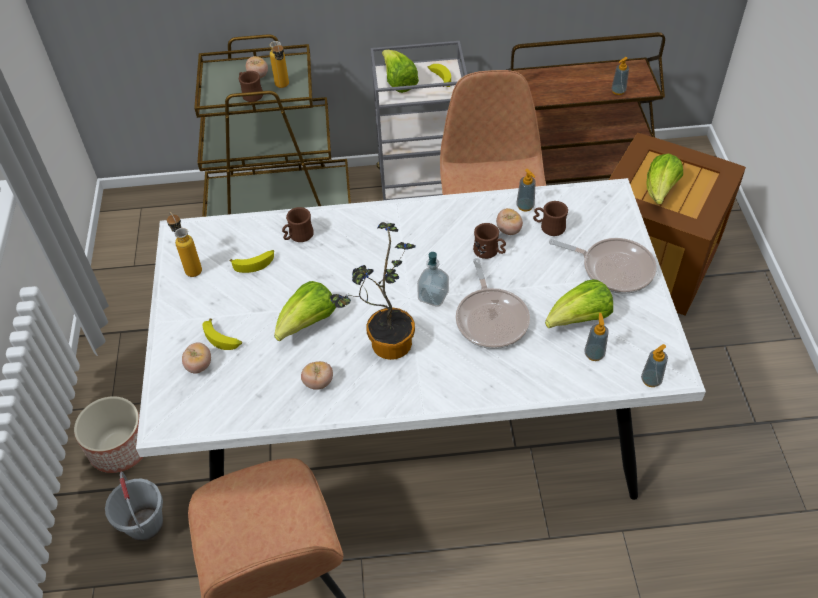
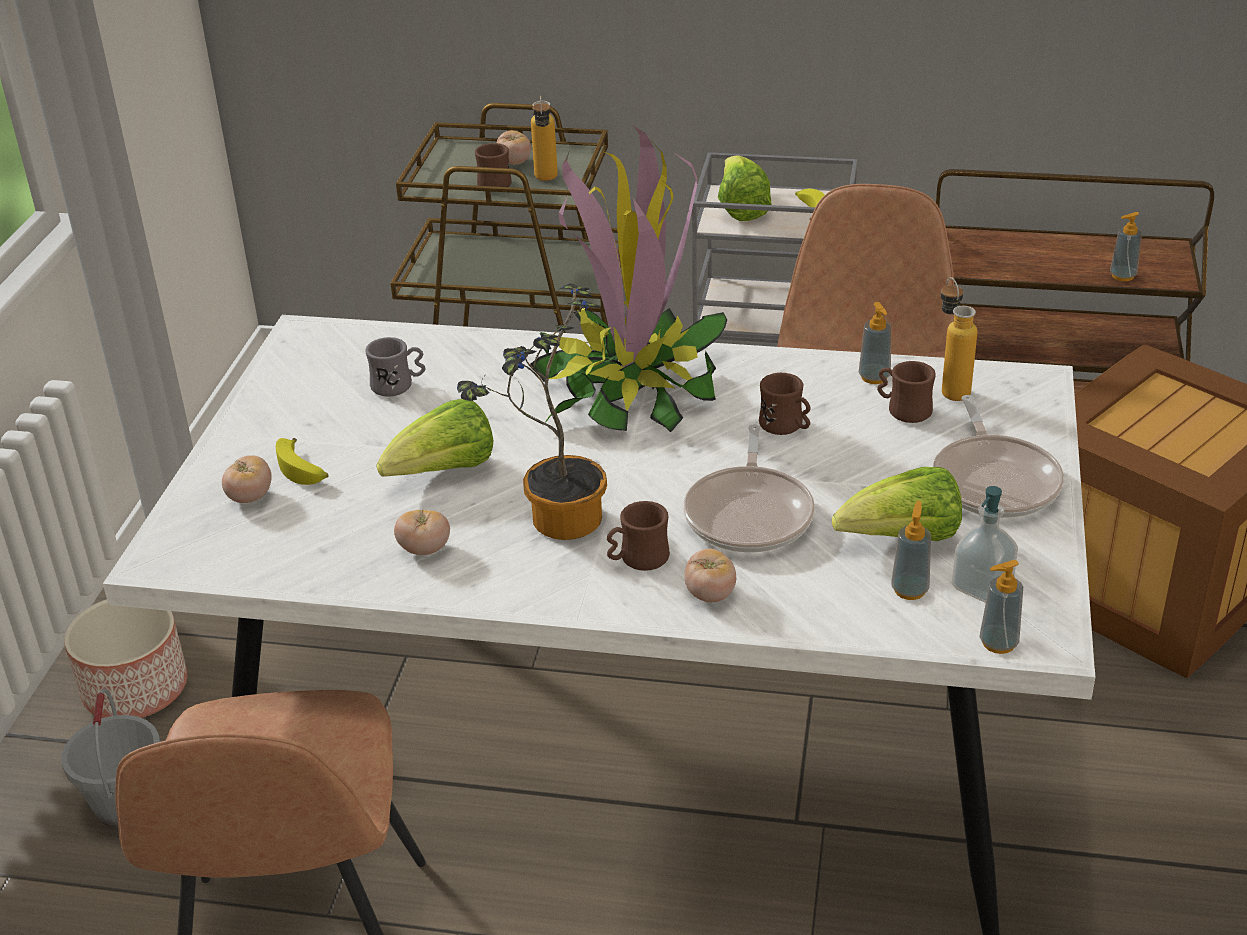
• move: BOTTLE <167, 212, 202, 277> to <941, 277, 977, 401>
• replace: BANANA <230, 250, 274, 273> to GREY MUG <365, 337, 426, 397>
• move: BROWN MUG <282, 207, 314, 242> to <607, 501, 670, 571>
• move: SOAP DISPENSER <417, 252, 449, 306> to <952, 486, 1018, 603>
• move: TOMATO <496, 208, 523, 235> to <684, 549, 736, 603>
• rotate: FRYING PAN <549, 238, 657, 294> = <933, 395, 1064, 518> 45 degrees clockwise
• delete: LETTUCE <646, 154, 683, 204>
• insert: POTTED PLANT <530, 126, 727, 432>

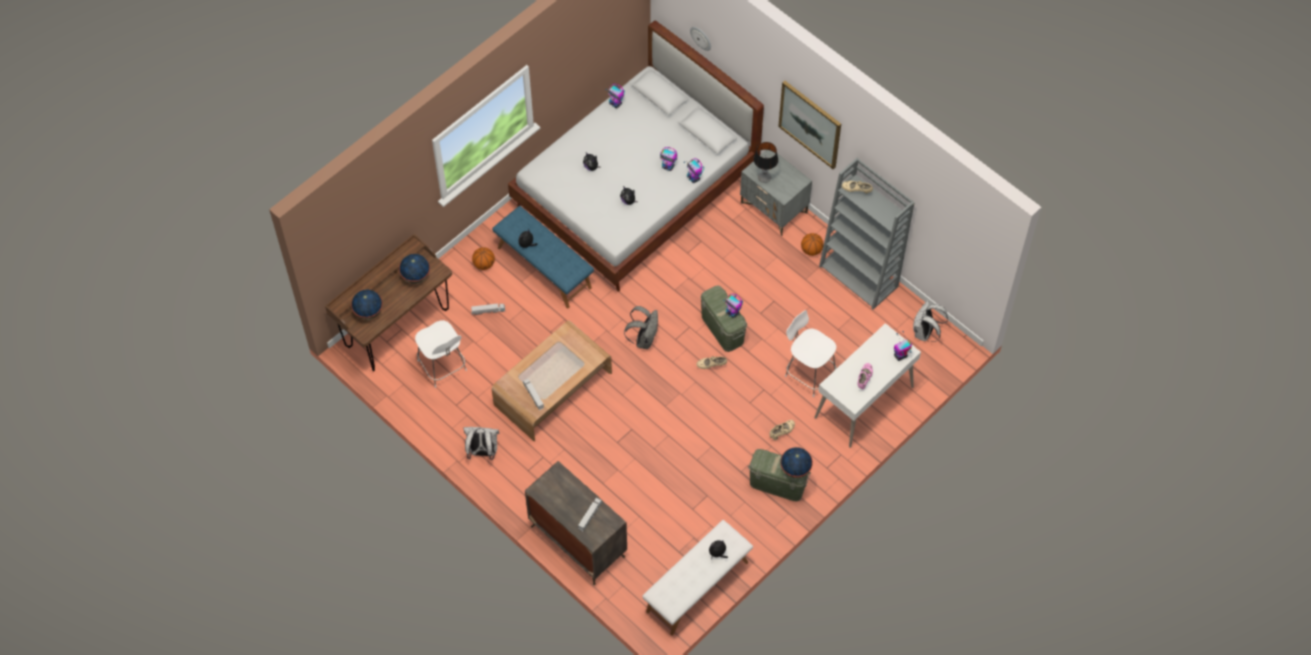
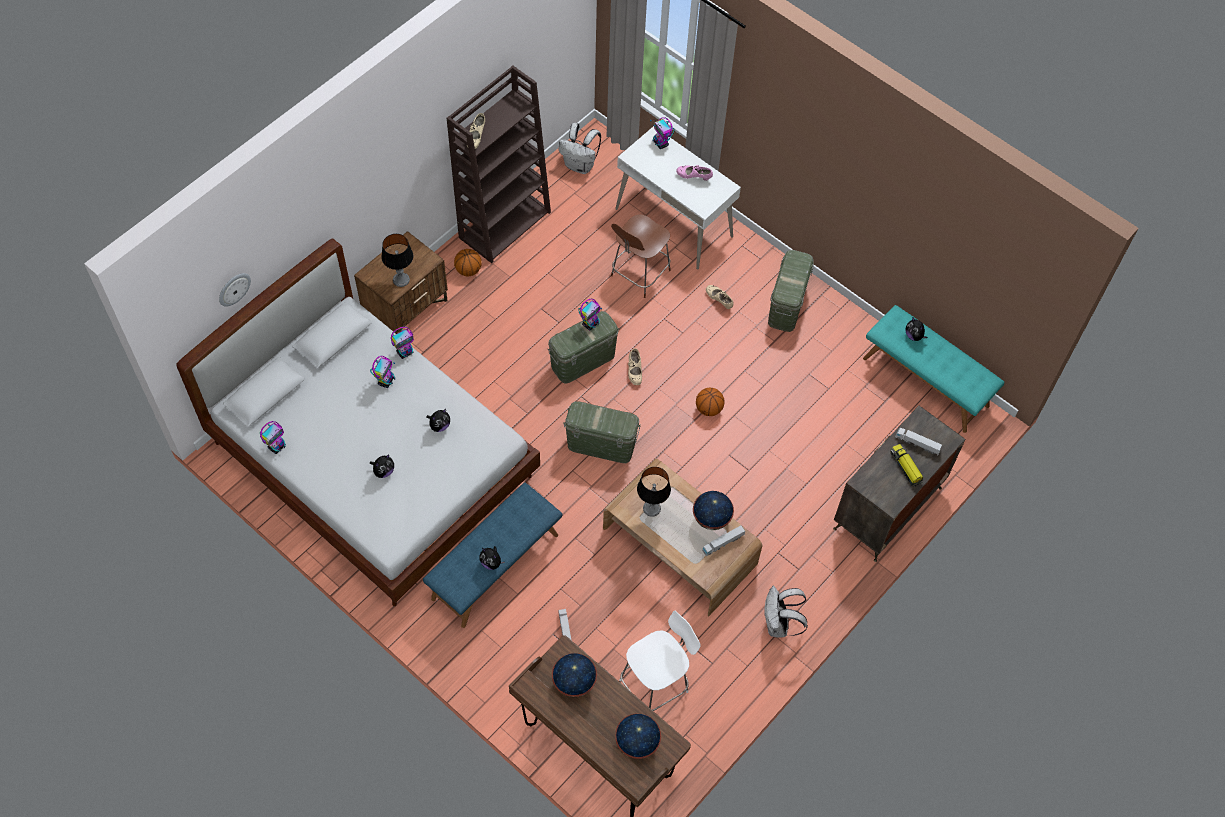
• move: BASKETBALL <472, 247, 495, 270> to <696, 388, 725, 416>
• replace: GREY BACKPACK <624, 306, 658, 349> to GREEN STORAGE BOX <563, 401, 641, 463>
• recolor: WHITE BENCH <642, 520, 753, 635> to TURQUOISE BENCH <863, 305, 1004, 433>
• recolor: GREY NIGHTSTAND <740, 150, 812, 236> to BROWN NIGHTSTAND <354, 231, 448, 334>
• delete: PICTURE <778, 81, 841, 169>
• move: GLOBE <780, 447, 813, 478> to <693, 491, 734, 530>
• recolor: WHITE CHAIR <785, 310, 837, 397> to BROWN CHAIR <611, 214, 671, 298>
• recolor: GREY BOOKCASE <819, 158, 915, 310> to BROWN BOOKCASE <447, 65, 551, 263>
• insert: TABLE LAMP <637, 467, 671, 517>
• insert: TOY TRUCK <890, 444, 923, 486>

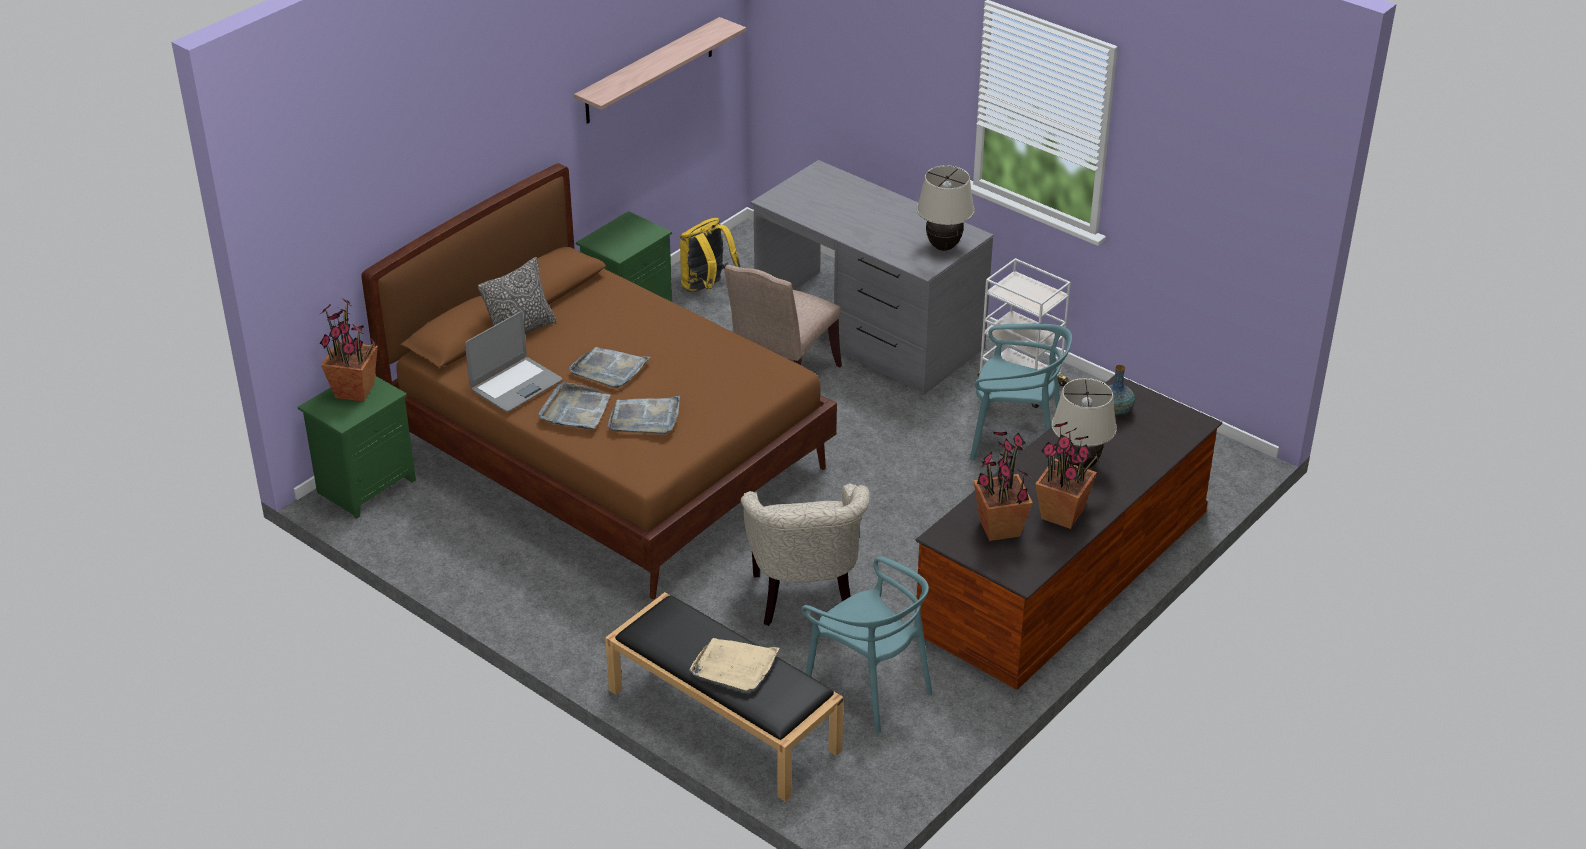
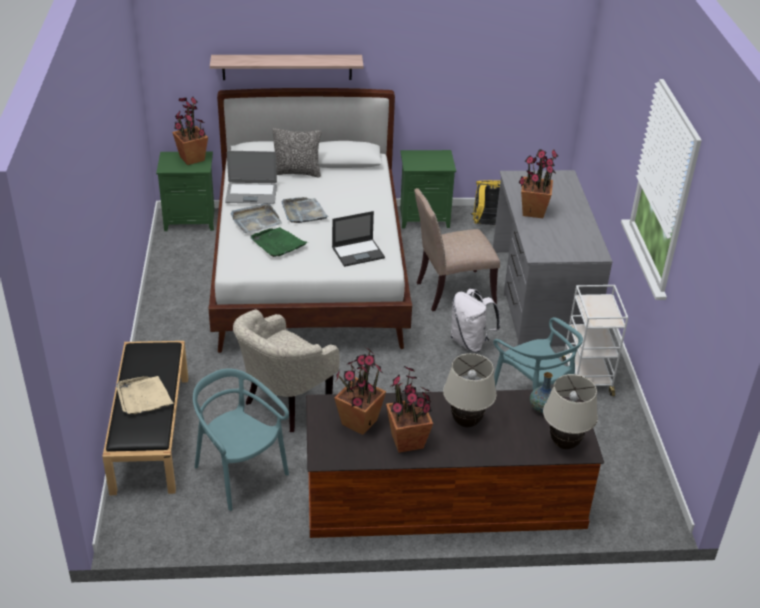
• recolor: BROWN BED <361, 163, 837, 599> to WHITE BED <209, 88, 412, 353>
• move: SHELF <574, 17, 746, 124> to <210, 55, 363, 80>
• recolor: GREY TRAY <608, 396, 680, 434> to GREEN TRAY <251, 227, 308, 257>
• rotate: TURQUOISE CHAIR <801, 557, 932, 733> = <193, 368, 289, 511> 135 degrees clockwise
• move: BEIGE TABLE LAMP <917, 165, 975, 251> to <543, 374, 598, 449>
• insert: LAPTOP <332, 211, 385, 267>
• insert: WHITE BACKPACK <451, 289, 500, 352>
• insert: POTTED PLANT <519, 149, 558, 218>

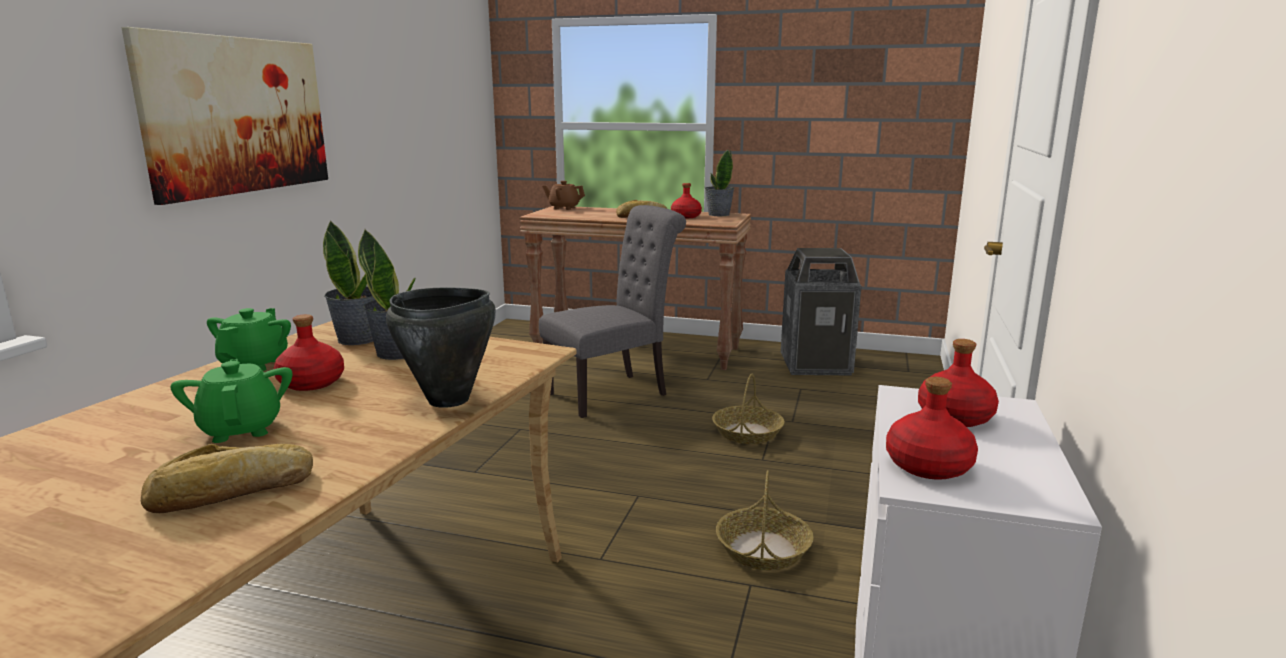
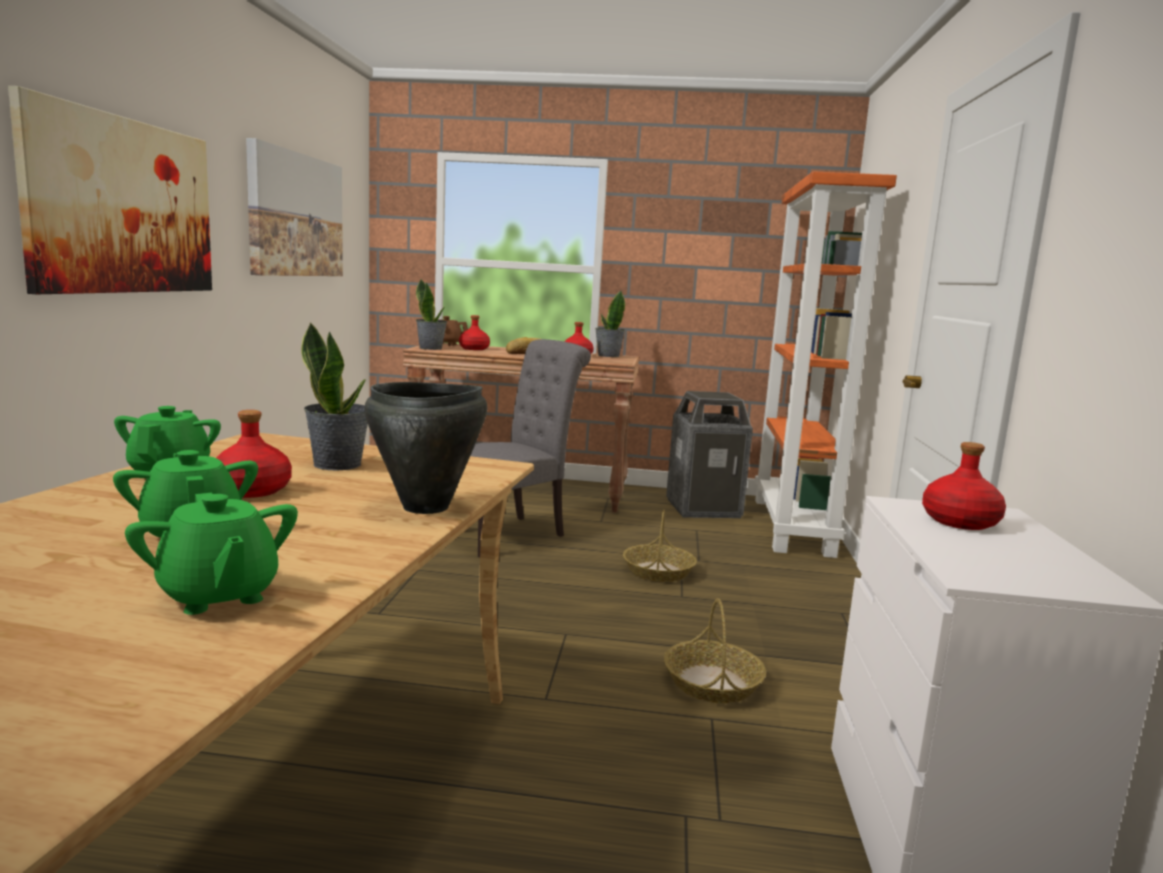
• replace: BREAD <141, 444, 313, 513> to GREEN TEAPOT <125, 493, 298, 615>
• move: POTTED PLANT <323, 220, 375, 345> to <416, 279, 447, 350>
• move: RED BOTTLE <886, 377, 978, 480> to <459, 315, 490, 350>
• insert: PICTURE <246, 138, 343, 276>
• insert: ORANGE BOOKCASE <755, 171, 897, 558>

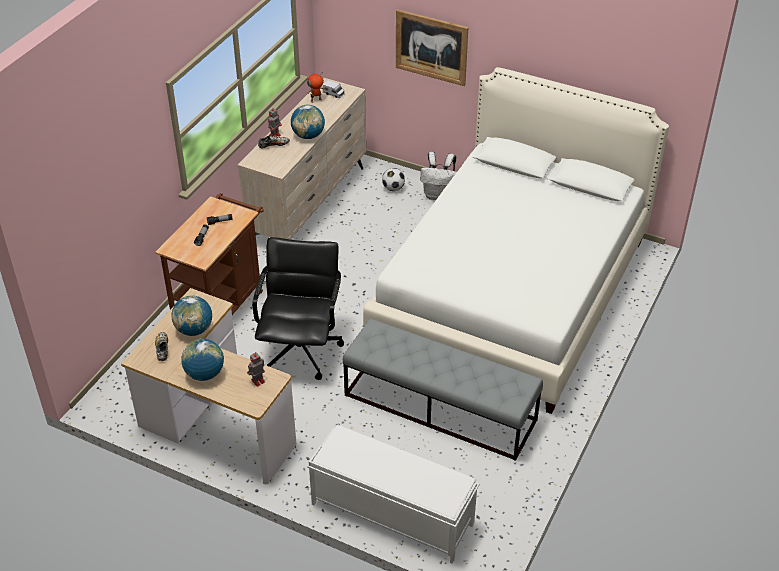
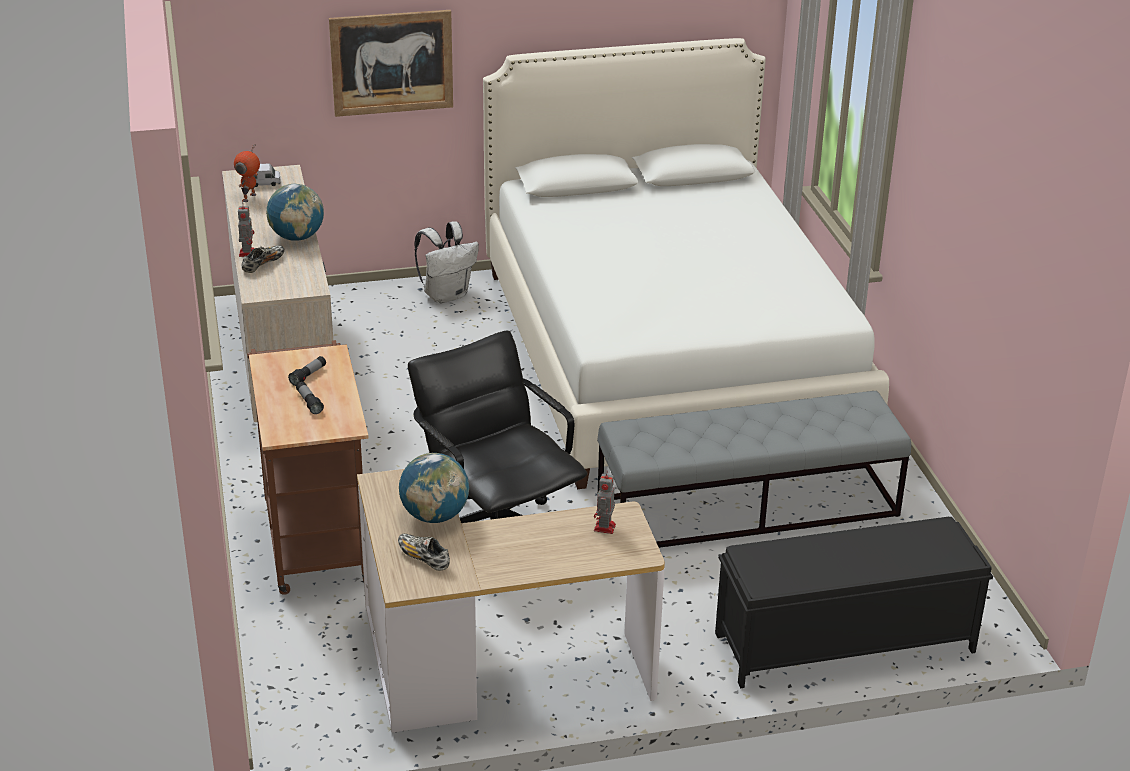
• delete: GLOBE <181, 339, 224, 381>
• recolor: WHITE BENCH <307, 425, 479, 564> to BLACK BENCH <715, 517, 993, 688>
• delete: FOOTBALL <382, 168, 405, 191>

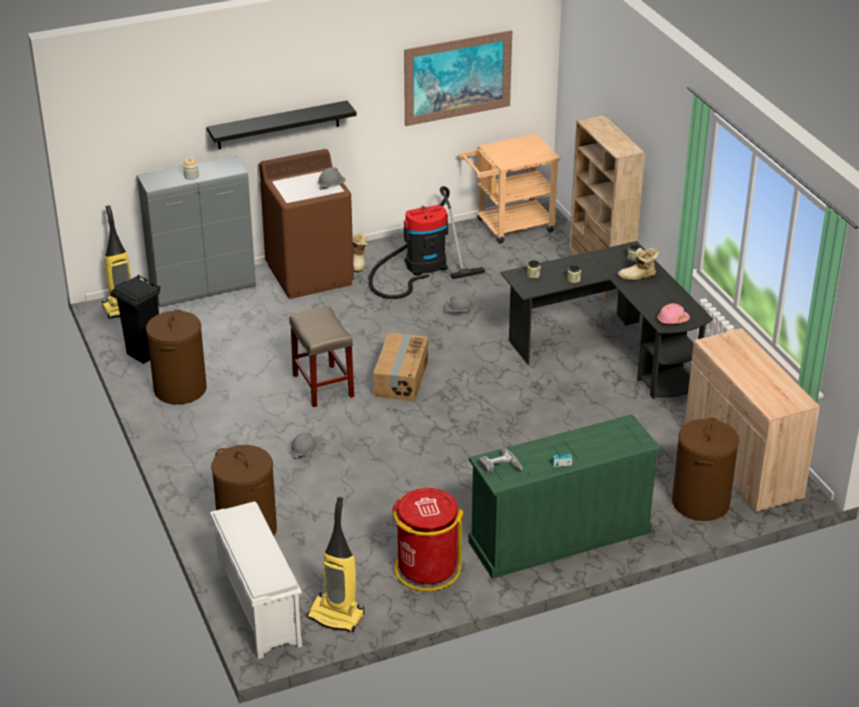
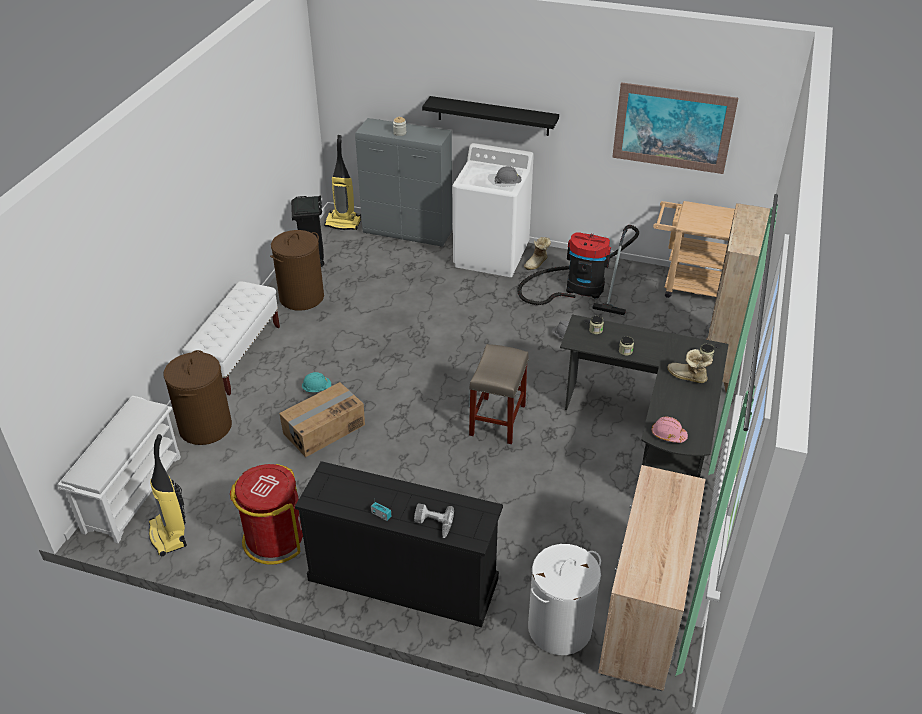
• recolor: BROWN WASHING MACHINE <259, 149, 354, 299> to WHITE WASHING MACHINE <453, 143, 534, 277>
• move: BEIGE STOOL <289, 306, 354, 407> to <469, 344, 529, 444>
• recolor: GREY HARD HAT <291, 432, 320, 459> to TURQUOISE HARD HAT <302, 372, 331, 392>
• move: CARDBOARD BOX <373, 333, 428, 401> to <279, 382, 365, 457>
• recolor: GREEN DRESSER <469, 414, 661, 579> to BLACK DRESSER <295, 461, 503, 628>
• move: POWER DRILL <478, 448, 523, 473> to <414, 504, 454, 538>
• recolor: BROWN LAUNDRY BASKET <672, 418, 739, 521> to WHITE LAUNDRY BASKET <528, 544, 601, 655>
• insert: WHITE BENCH <182, 281, 280, 395>

